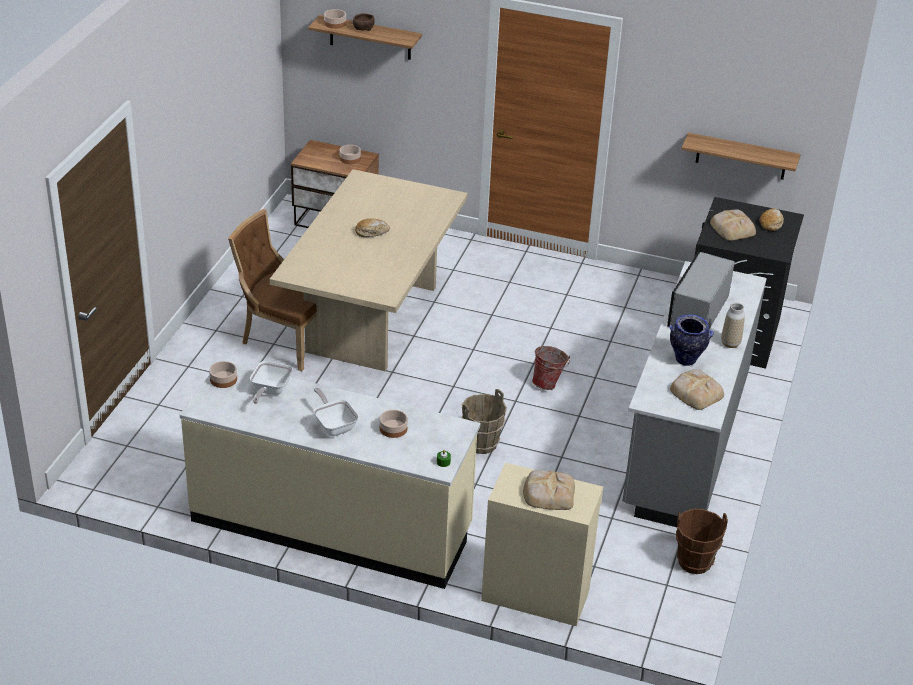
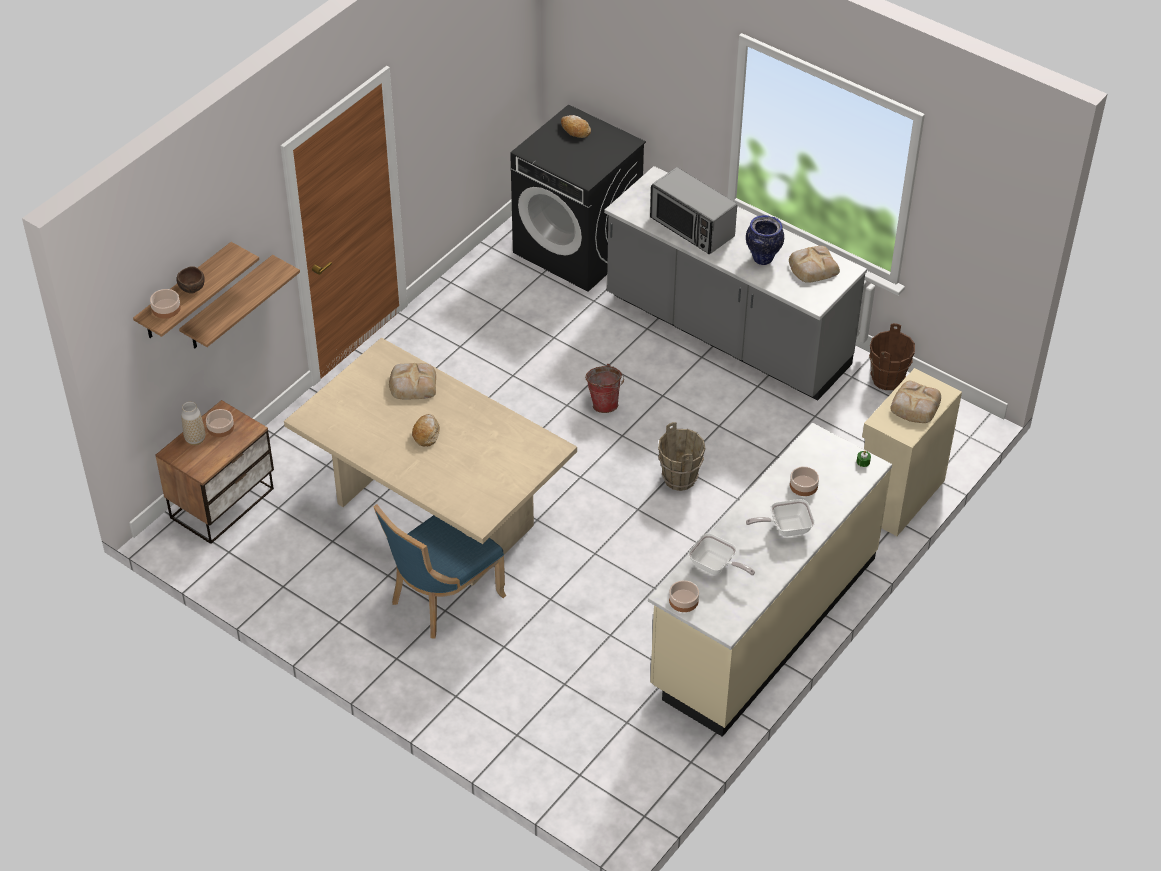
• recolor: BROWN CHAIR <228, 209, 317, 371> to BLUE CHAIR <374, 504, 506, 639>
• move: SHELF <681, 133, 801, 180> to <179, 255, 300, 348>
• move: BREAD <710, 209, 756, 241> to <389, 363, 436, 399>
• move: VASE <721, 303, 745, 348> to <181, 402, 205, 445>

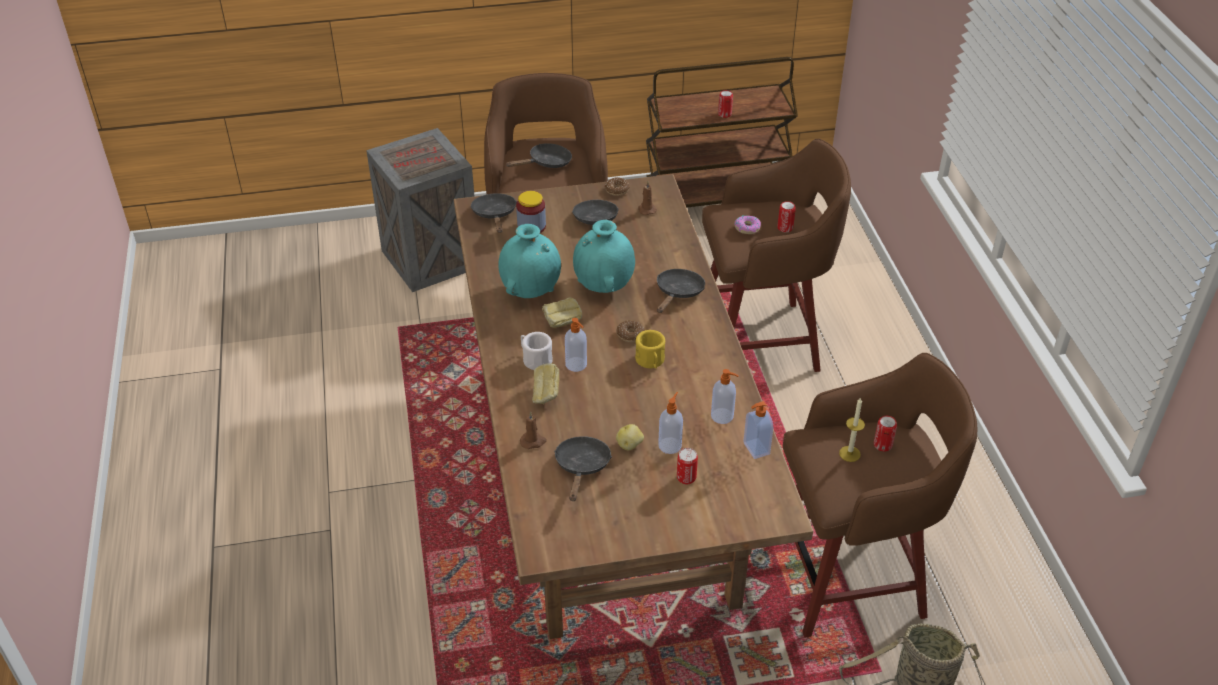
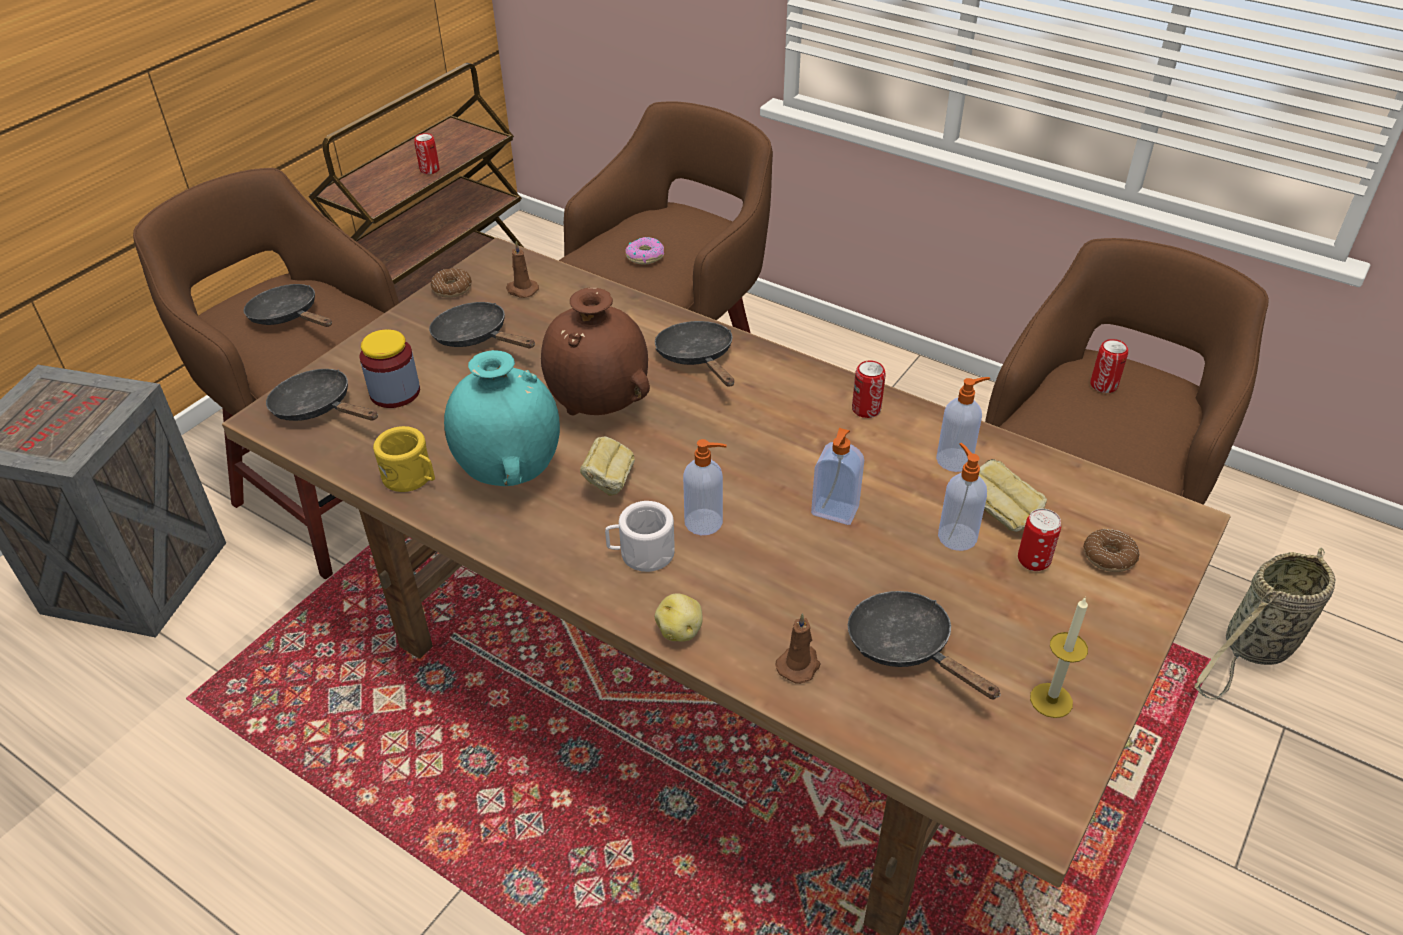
• rotate: BLACK FRYING PAN <505, 143, 572, 168> = <244, 284, 332, 327> 60 degrees counterclockwise
• move: BREAD <532, 364, 559, 404> to <979, 459, 1047, 532>
• recolor: TURQUOISE VASE <573, 220, 635, 293> to BROWN VASE <541, 288, 650, 415>
• move: POTATO <616, 424, 644, 450> to <655, 593, 703, 642>
• move: DONUT <617, 320, 645, 342> to <1083, 529, 1139, 572>
• move: YELLOW MUG <635, 330, 665, 369> to <373, 426, 435, 492>
• move: SOAP DISPENSER <743, 401, 773, 459> to <811, 428, 864, 525>
• move: CAN <777, 201, 796, 232> to <852, 360, 886, 418>
• move: CANDLE <839, 397, 865, 462> to <1030, 598, 1088, 718>

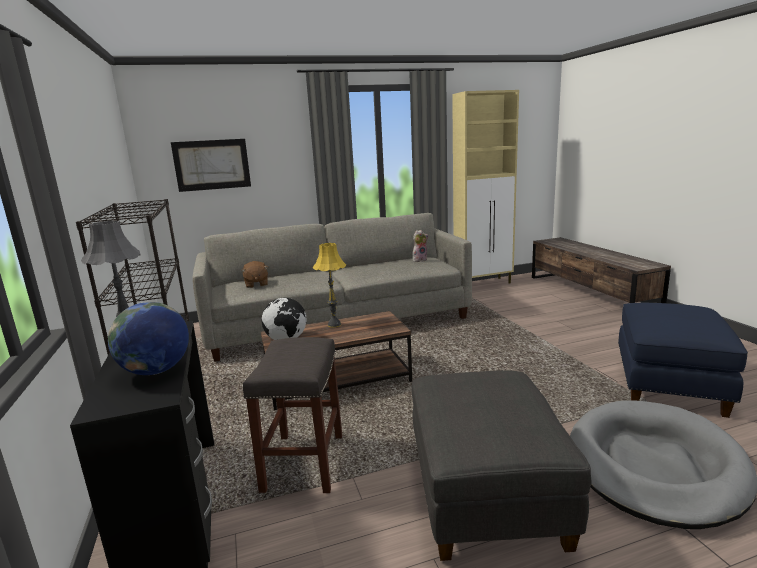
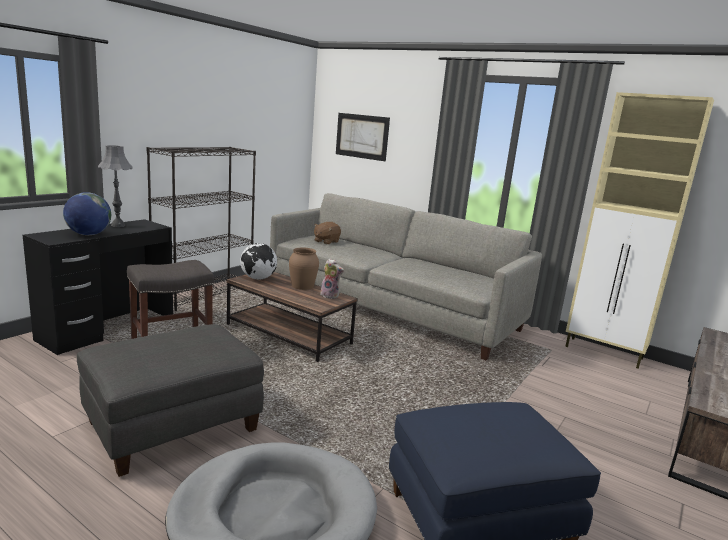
• replace: YELLOW TABLE LAMP <313, 243, 346, 328> to BROWN VASE <289, 248, 319, 290>
• move: PLUSH TOY <412, 230, 428, 262> to <320, 259, 344, 299>

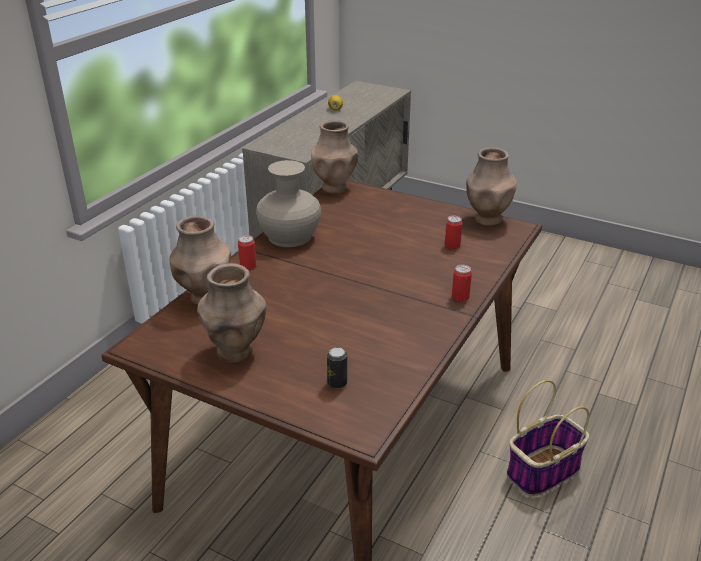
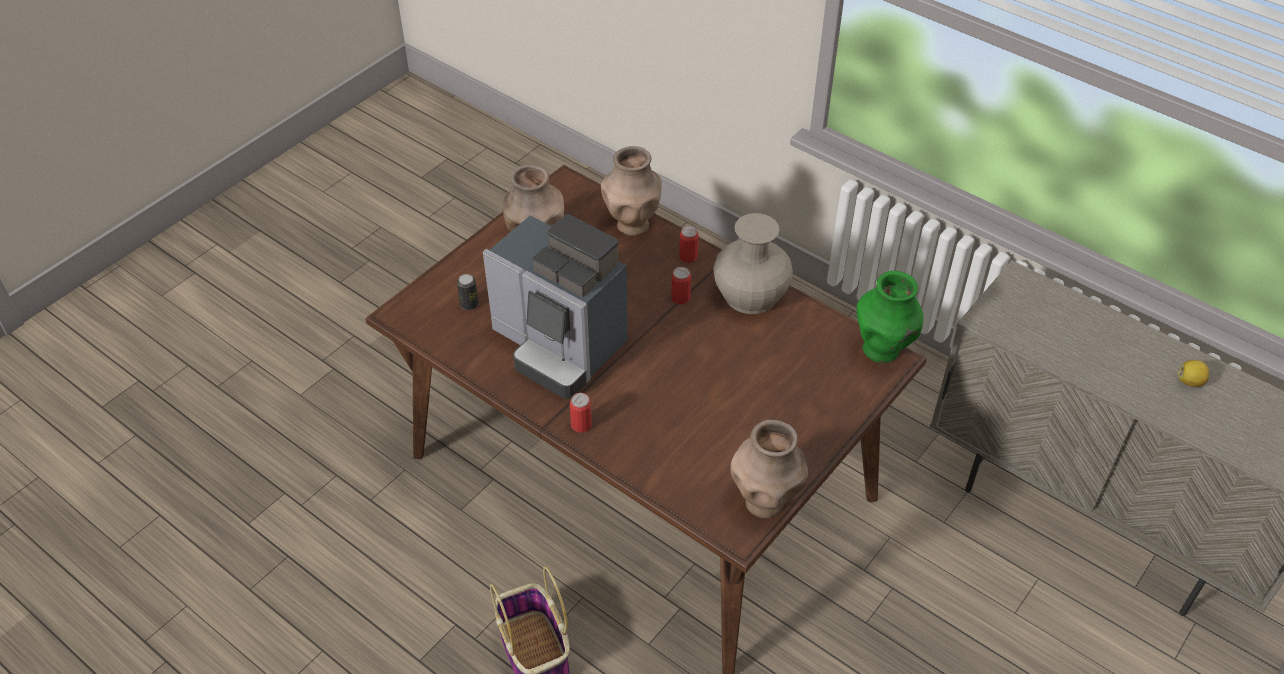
• recolor: BROWN VASE <311, 121, 358, 194> to GREEN VASE <856, 271, 924, 363>
• move: CAN <445, 216, 462, 249> to <671, 267, 691, 305>
• insert: COFFEE MACHINE <483, 214, 628, 399>

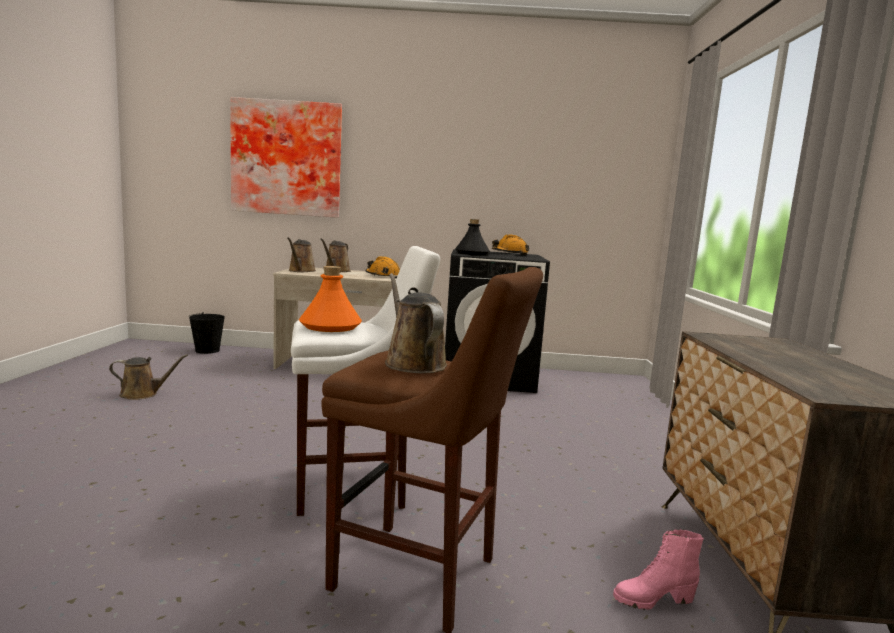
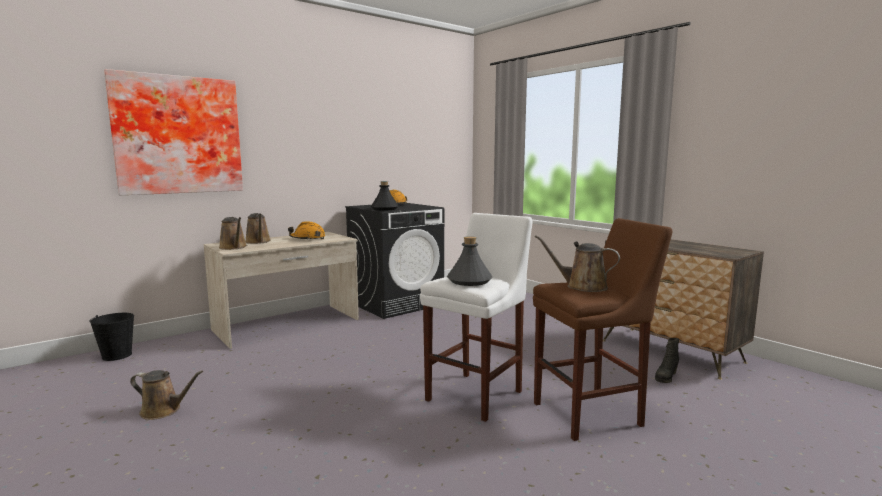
• rotate: BROWN WATERING CAN <109, 354, 188, 400> = <130, 370, 203, 420> 60 degrees clockwise
• recolor: ORANGE BOTTLE <299, 266, 362, 332> to GREY BOTTLE <447, 236, 493, 286>
• recolor: PINK BOOT <613, 529, 704, 610> to BLACK BOOT <655, 338, 679, 383>

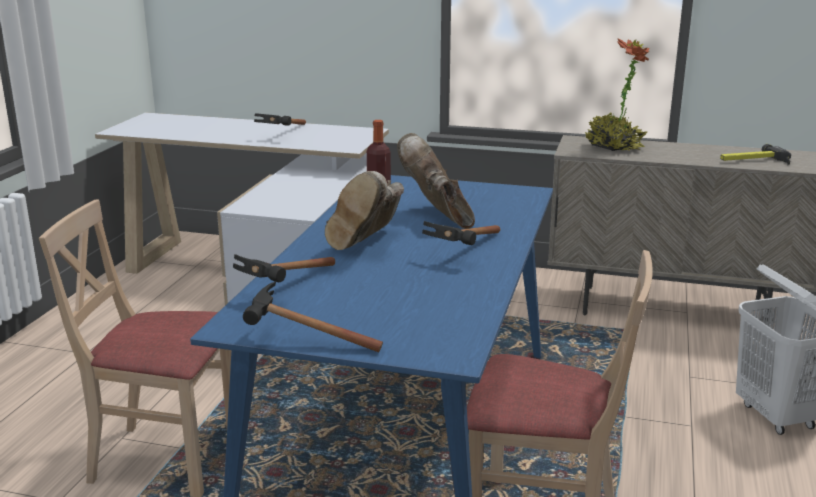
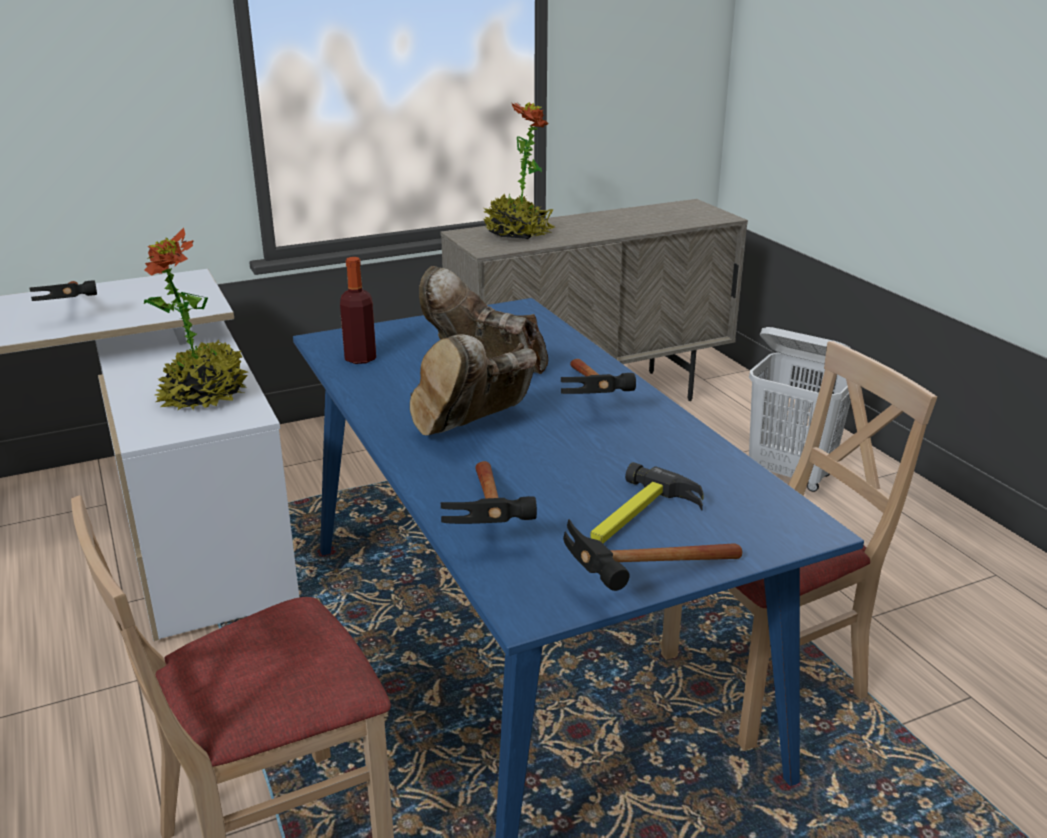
• rotate: BROWN BOOT <325, 171, 404, 250> = <410, 334, 537, 436> 60 degrees clockwise
• move: HAMMER <720, 144, 791, 165> to <590, 462, 704, 543>
• insert: POTTED PLANT <144, 228, 248, 410>

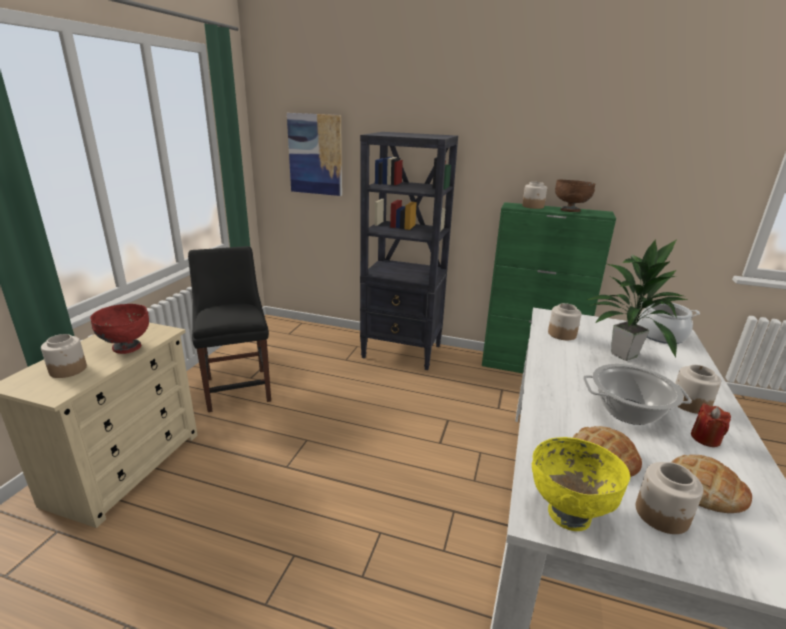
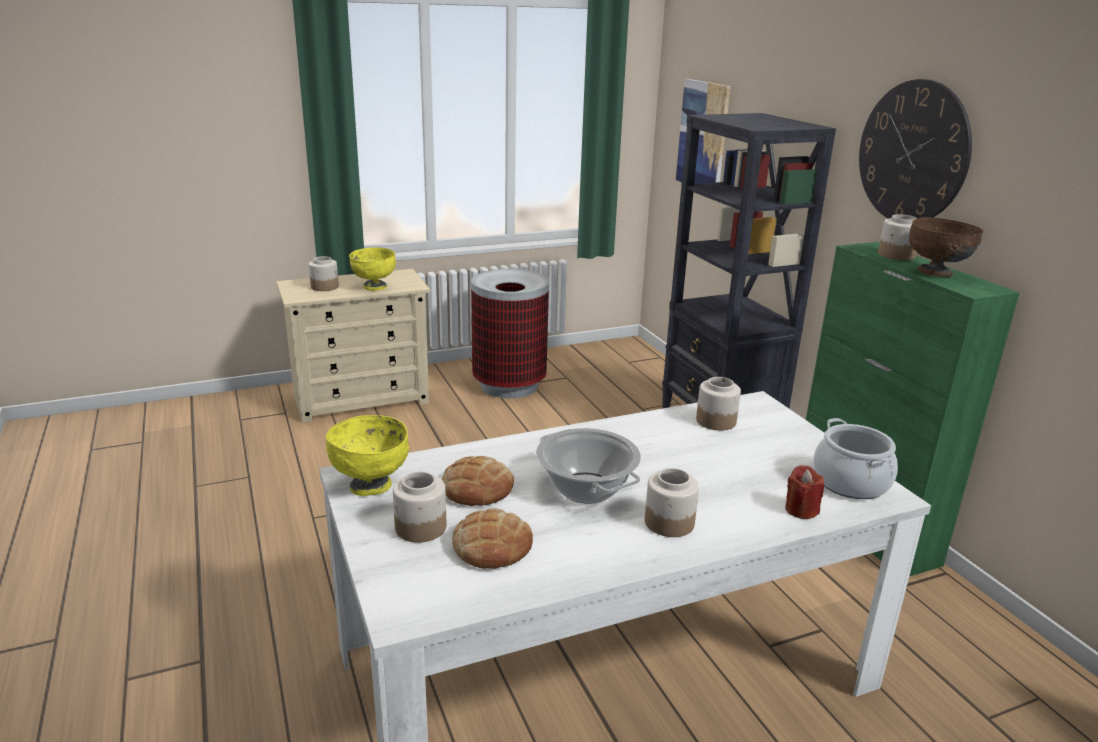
• recolor: RED BOWL <90, 304, 149, 354> to YELLOW BOWL <349, 248, 396, 291>
• replace: BLACK CHAIR <188, 246, 271, 412> to TRASH CAN <471, 269, 549, 398>
• delete: POTTED PLANT <587, 239, 688, 361>
• move: RED CANDLE <691, 403, 731, 447> to <785, 465, 824, 519>
• insert: WALL CLOCK <859, 79, 972, 218>

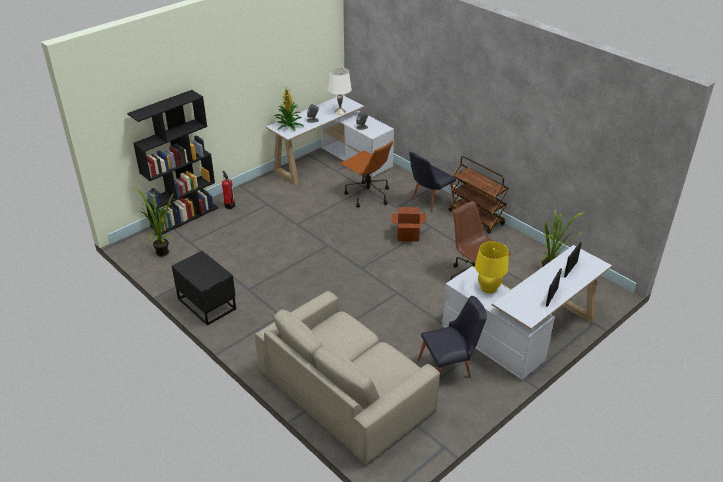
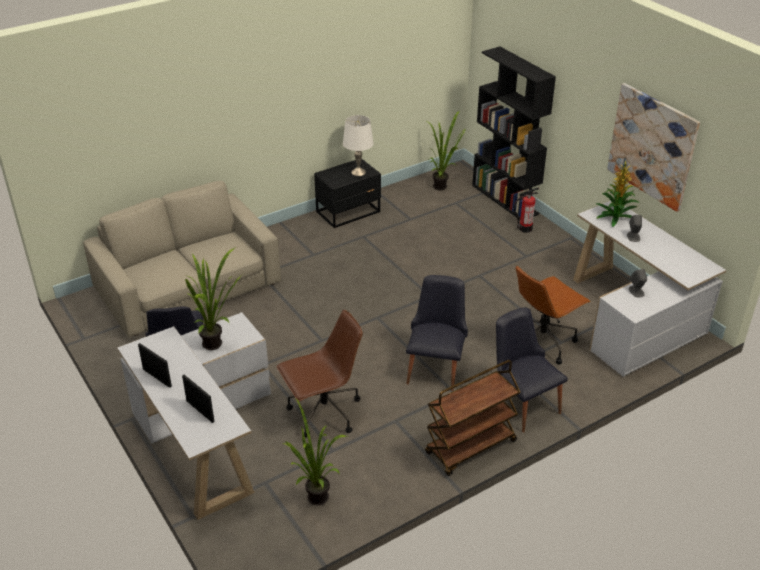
• move: WHITE TABLE LAMP <328, 67, 352, 115> to <343, 115, 374, 176>
• replace: CARDBOARD BOX <391, 207, 426, 242> to BLACK CHAIR <406, 275, 468, 391>
• replace: YELLOW TABLE LAMP <475, 241, 508, 293> to POTTED PLANT <185, 247, 242, 350>
• insert: PICTURE <607, 83, 700, 212>

